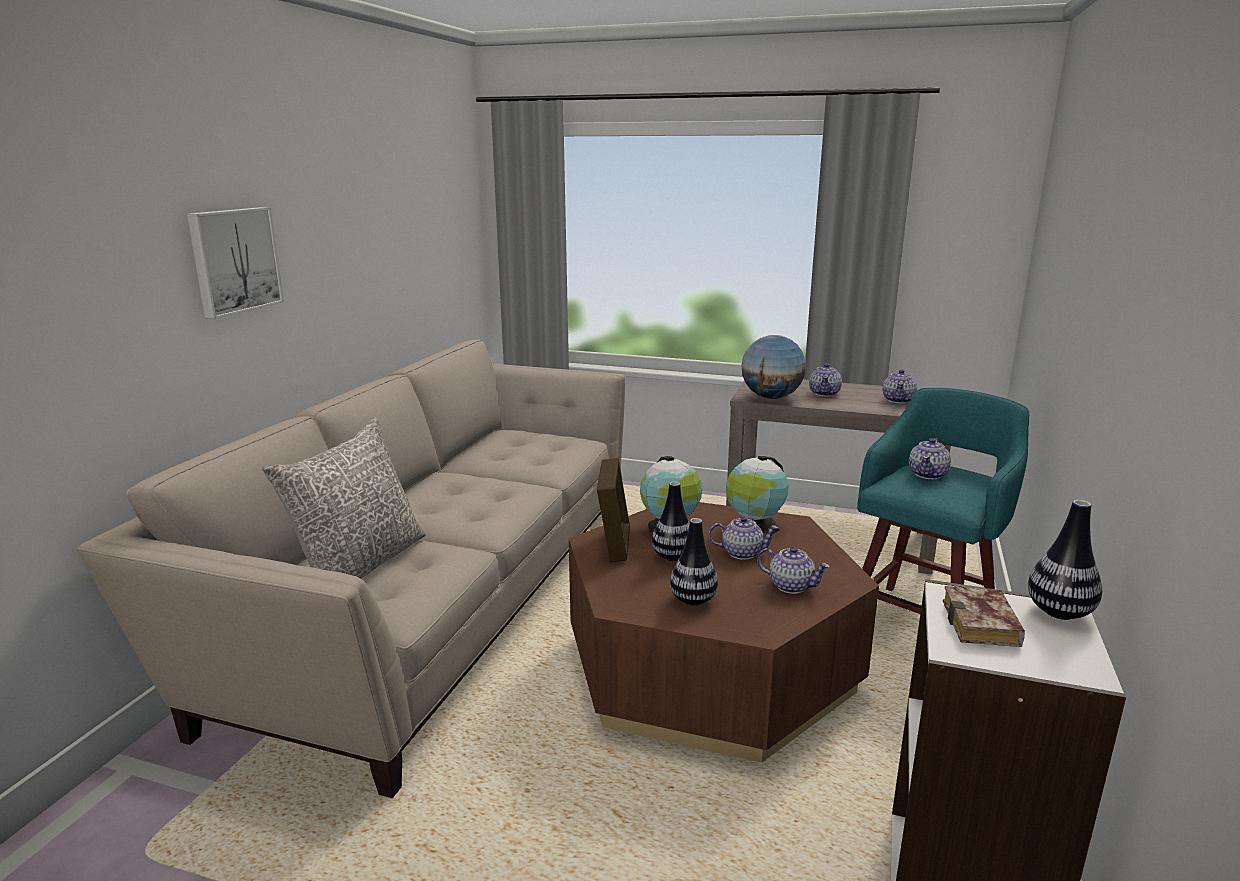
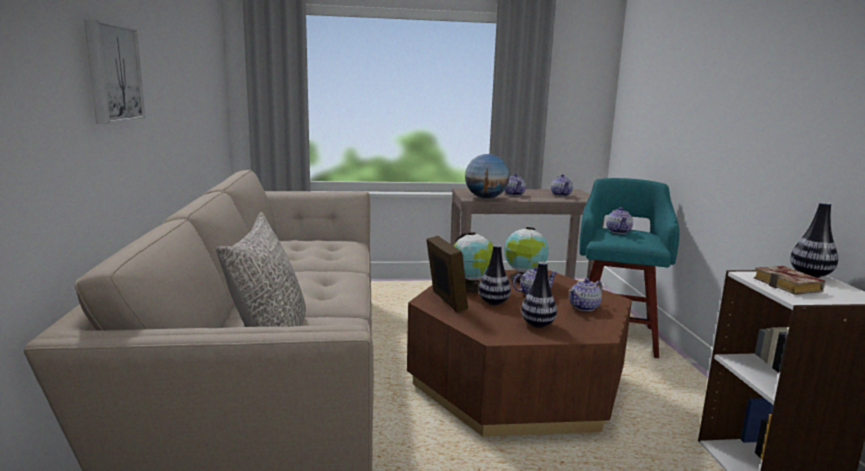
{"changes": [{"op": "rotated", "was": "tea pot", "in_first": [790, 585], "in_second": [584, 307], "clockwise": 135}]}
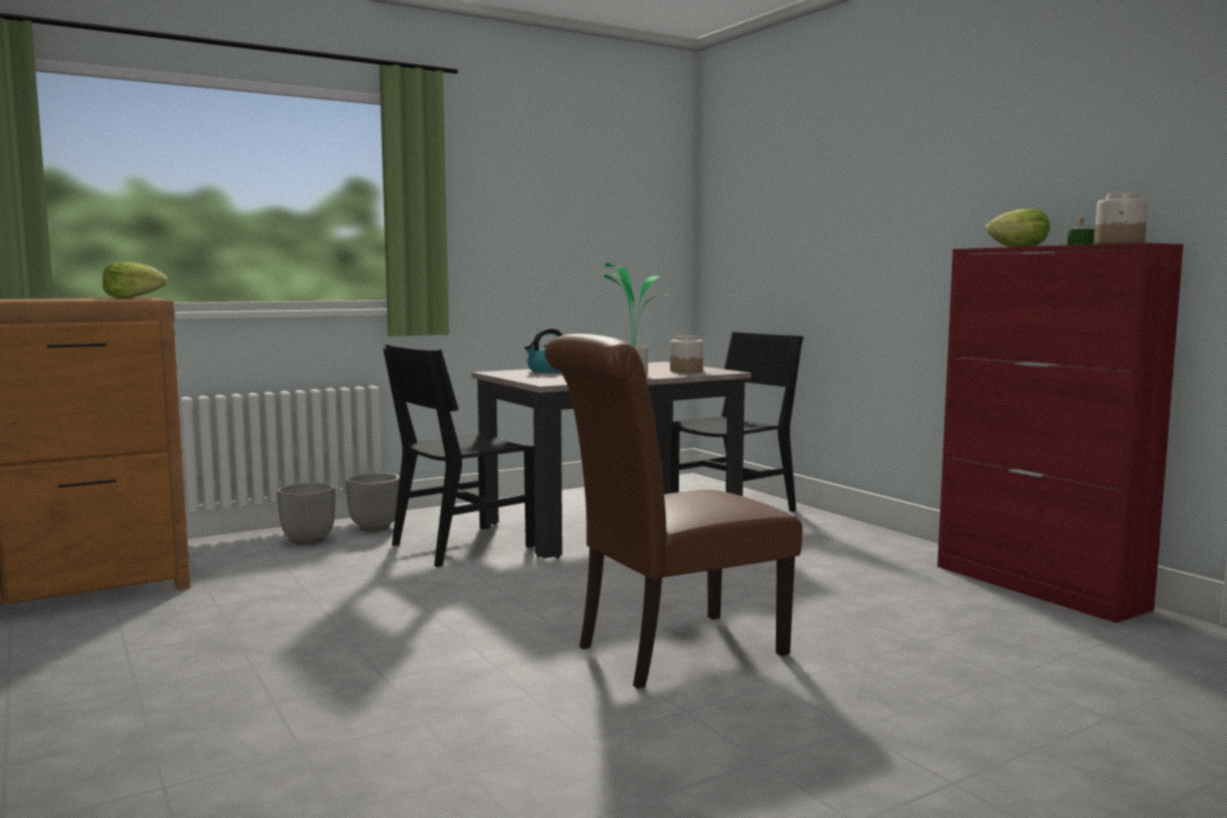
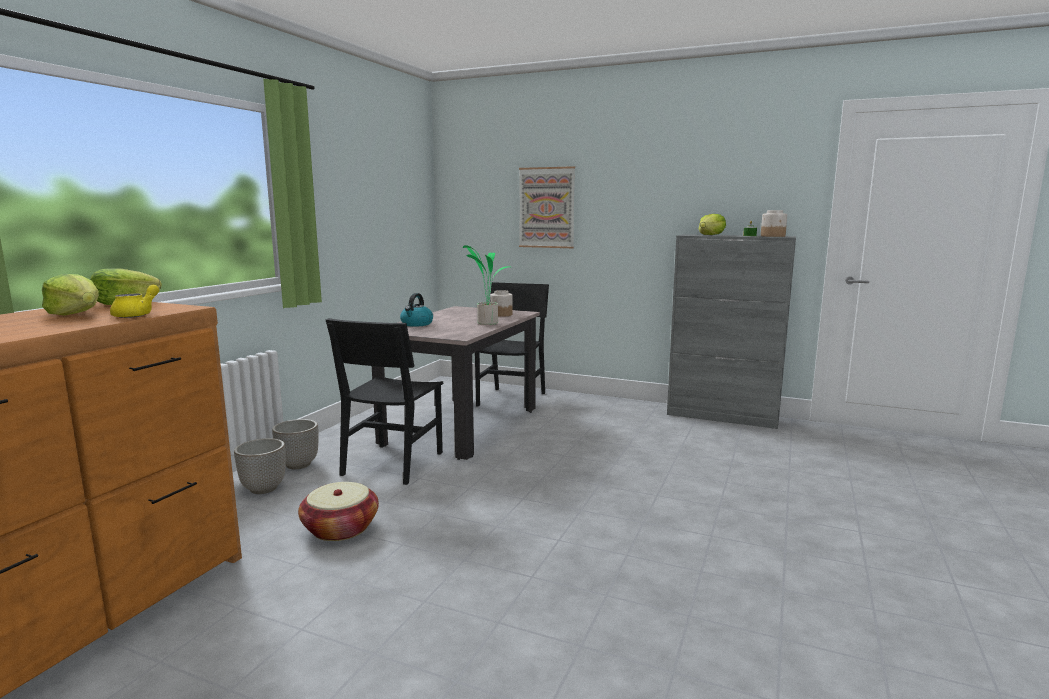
{"changes": [{"op": "new", "now": "lettuce", "in_second": [76, 314]}, {"op": "new", "now": "yellowish tea pot", "in_second": [137, 315]}, {"op": "new", "now": "household basket", "in_second": [340, 528]}, {"op": "new", "now": "wall art", "in_second": [546, 208]}, {"op": "repainted", "was": "red storage cabinet", "now": "grey storage cabinet", "in_first": [1038, 587], "in_second": [723, 416]}, {"op": "gone", "was": "brownish plain chair", "in_first": [669, 652]}]}
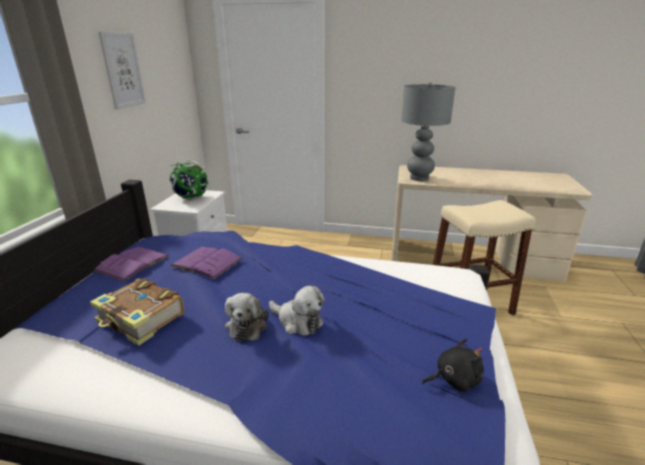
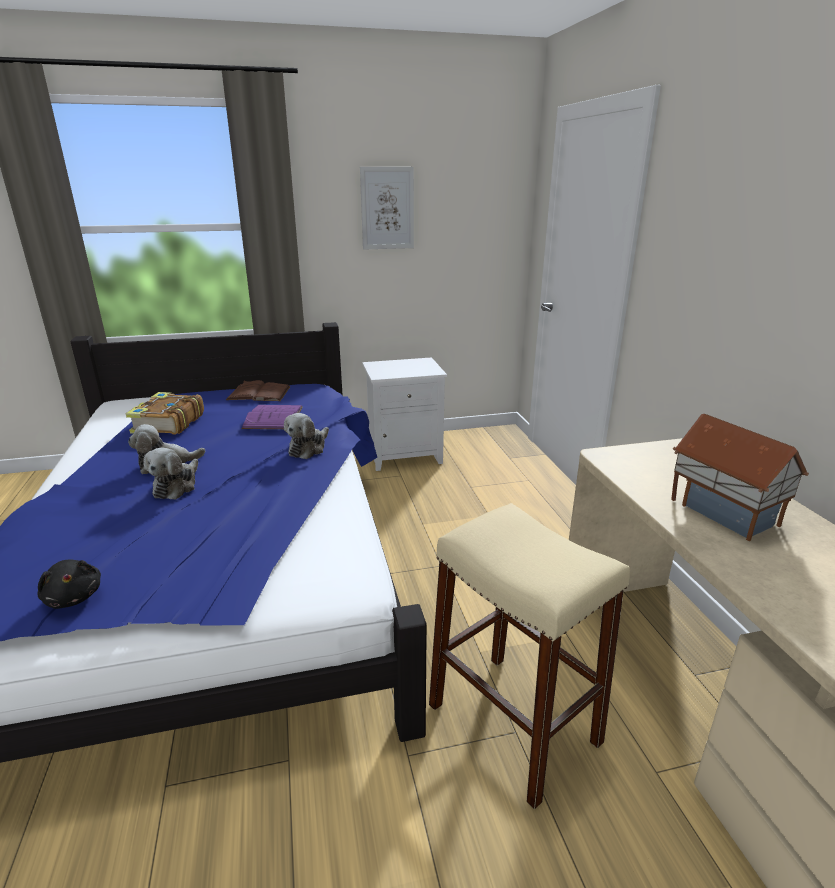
{"changes": [{"op": "repainted", "was": "purple bound book", "now": "brownish bound book", "in_first": [132, 263], "in_second": [259, 393]}, {"op": "new", "now": "soft toy", "in_second": [308, 448]}, {"op": "new", "now": "model house", "in_second": [725, 510]}, {"op": "gone", "was": "world globe", "in_first": [191, 198]}, {"op": "gone", "was": "grey table lamp", "in_first": [419, 178]}]}
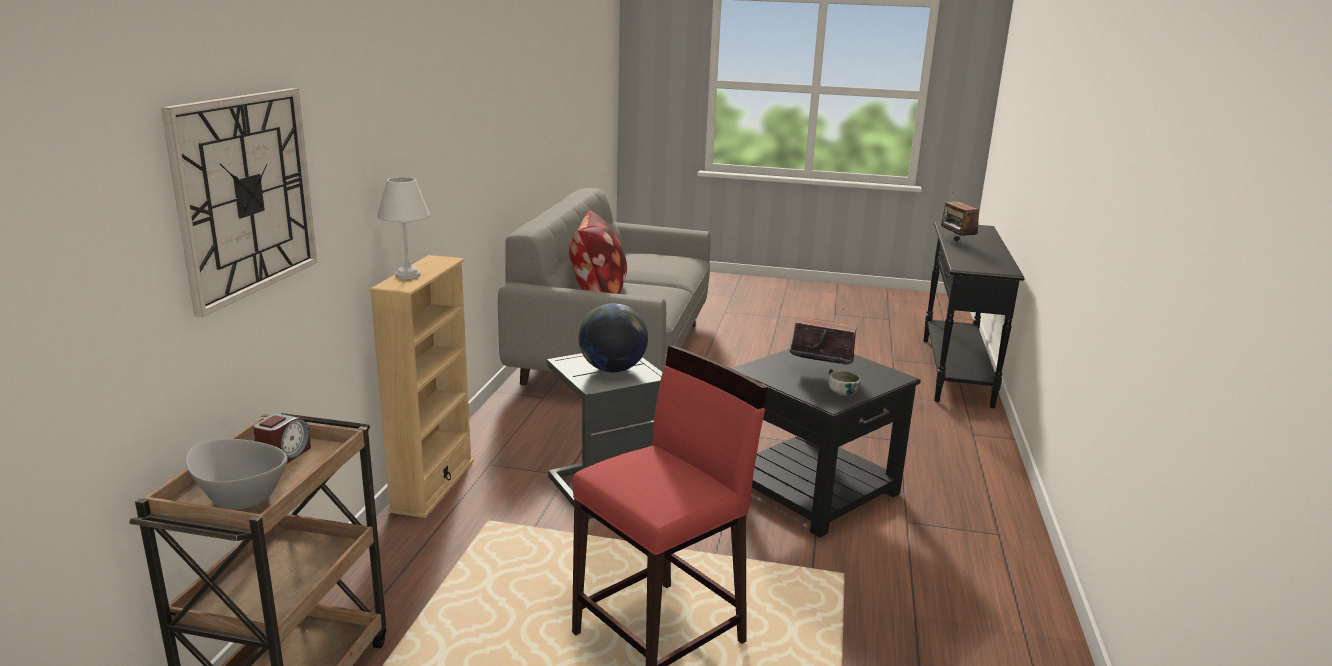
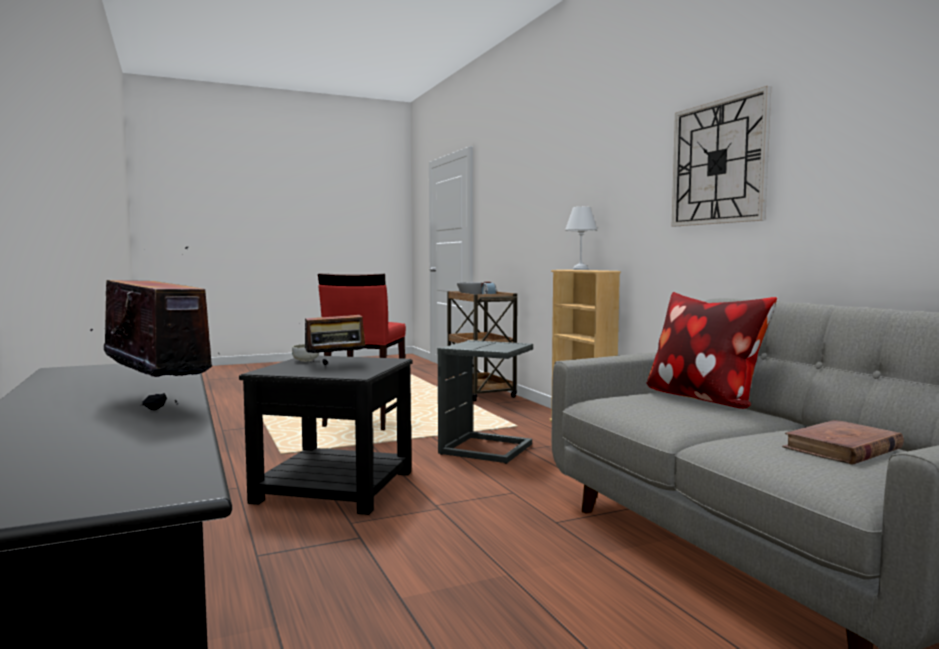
{"changes": [{"op": "shifted", "was": "wall clock", "in_first": [245, 195], "in_second": [718, 162]}, {"op": "new", "now": "brownish bound book", "in_second": [842, 448]}, {"op": "gone", "was": "world globe", "in_first": [612, 369]}]}
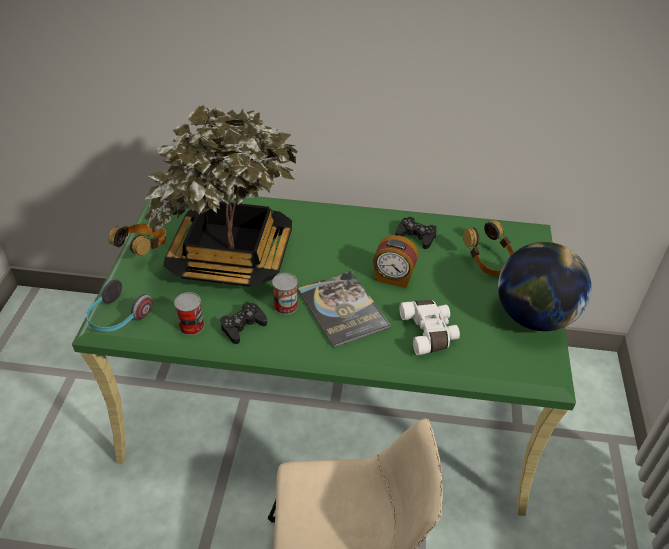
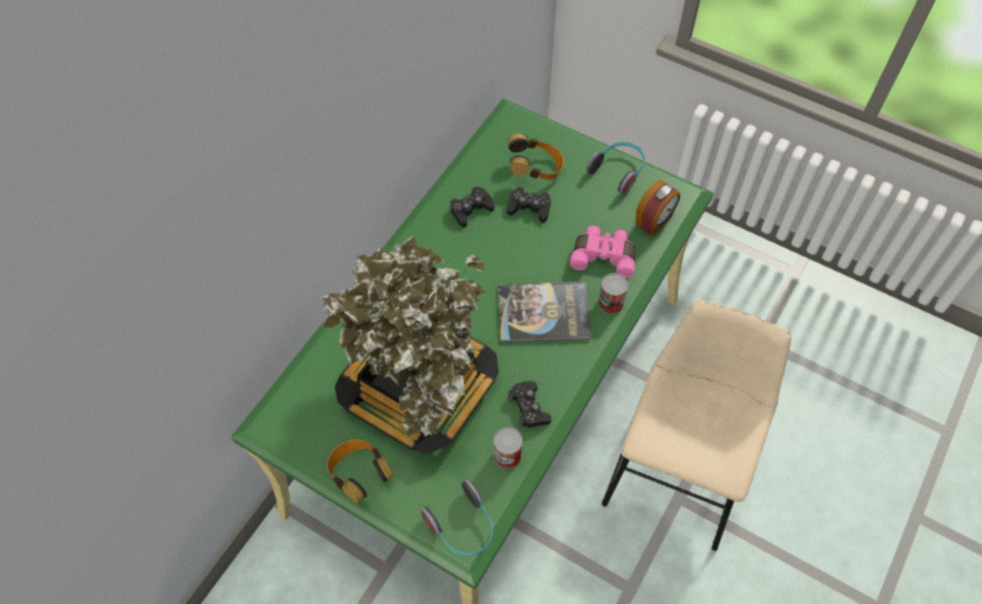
{"changes": [{"op": "new", "now": "black game controller", "in_second": [529, 208]}, {"op": "repainted", "was": "white-coloured field glasses", "now": "pink field glasses", "in_first": [429, 332], "in_second": [603, 255]}, {"op": "swapped", "was": "world globe", "now": "headset", "in_first": [533, 317], "in_second": [618, 171]}, {"op": "shifted", "was": "metal can", "in_first": [285, 305], "in_second": [610, 303]}, {"op": "shifted", "was": "alarm clock", "in_first": [393, 278], "in_second": [654, 221]}]}
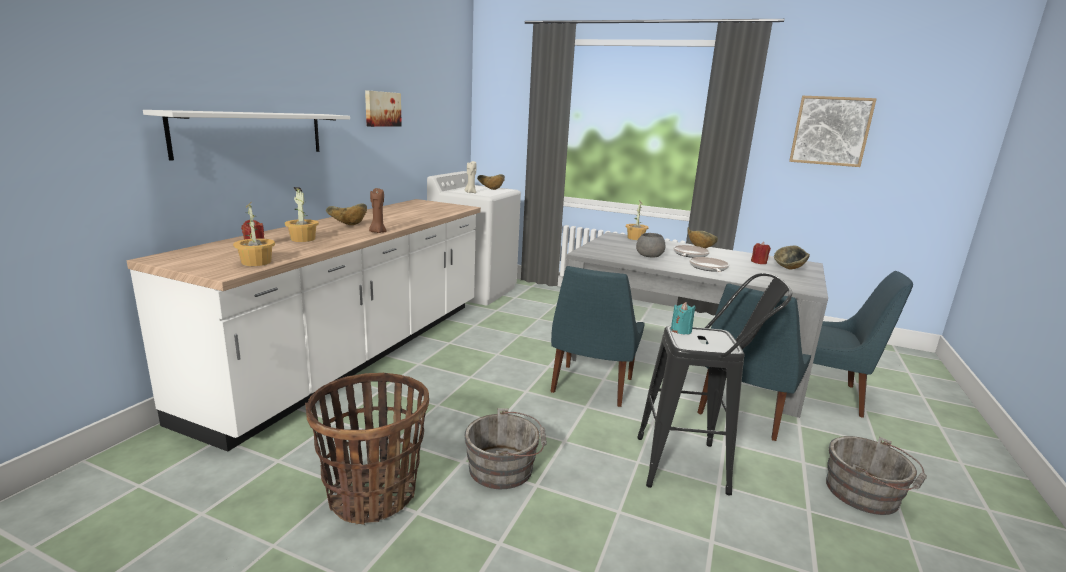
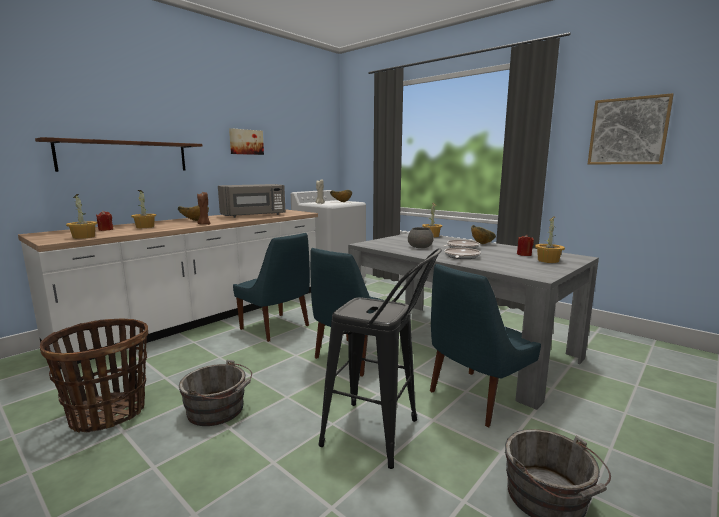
{"changes": [{"op": "repainted", "was": "white-coloured wall shelf", "now": "brownish wall shelf", "in_first": [252, 134], "in_second": [125, 156]}, {"op": "new", "now": "grey kitchen microwave", "in_second": [254, 215]}, {"op": "shifted", "was": "blue plain chair", "in_first": [827, 395], "in_second": [276, 328]}, {"op": "swapped", "was": "bowl", "now": "potted plant", "in_first": [789, 269], "in_second": [548, 260]}, {"op": "gone", "was": "blue-green wax light", "in_first": [681, 330]}]}
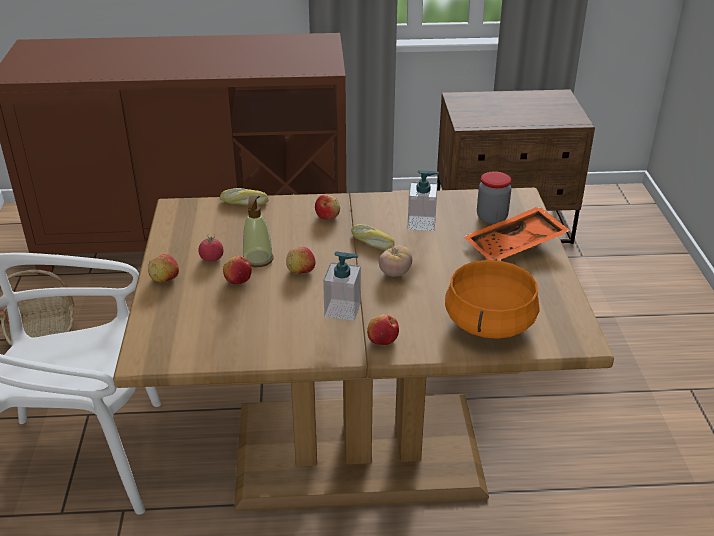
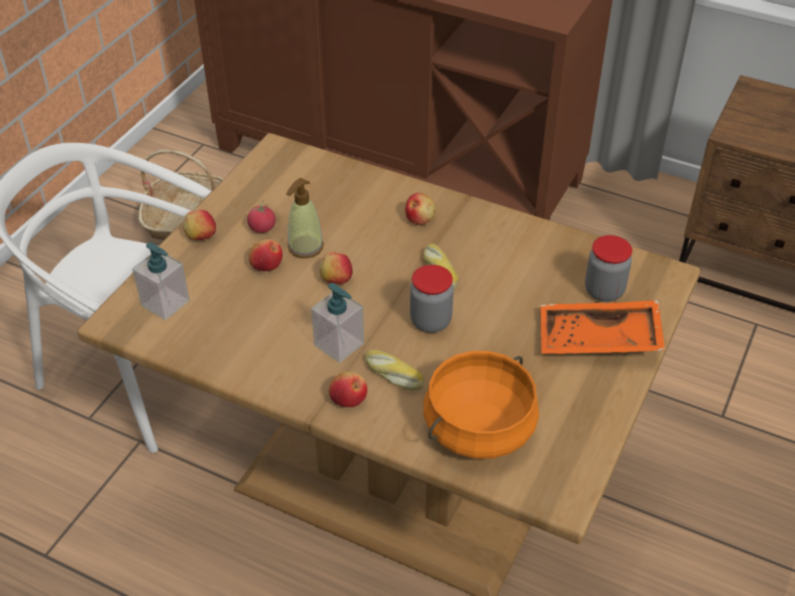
{"changes": [{"op": "shifted", "was": "soap bottle", "in_first": [421, 223], "in_second": [165, 303]}, {"op": "shifted", "was": "bread", "in_first": [244, 202], "in_second": [392, 375]}, {"op": "swapped", "was": "fresh tomato", "now": "storage jar", "in_first": [395, 273], "in_second": [430, 321]}]}
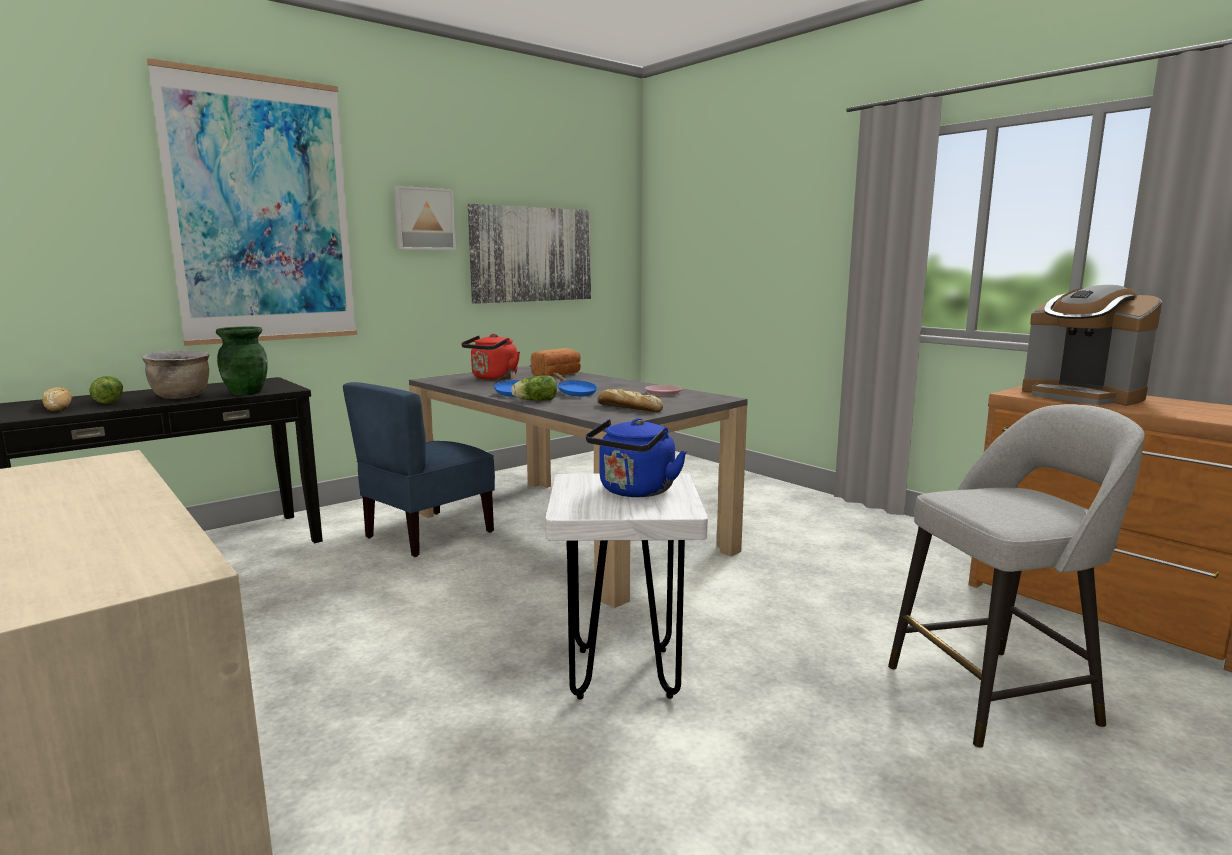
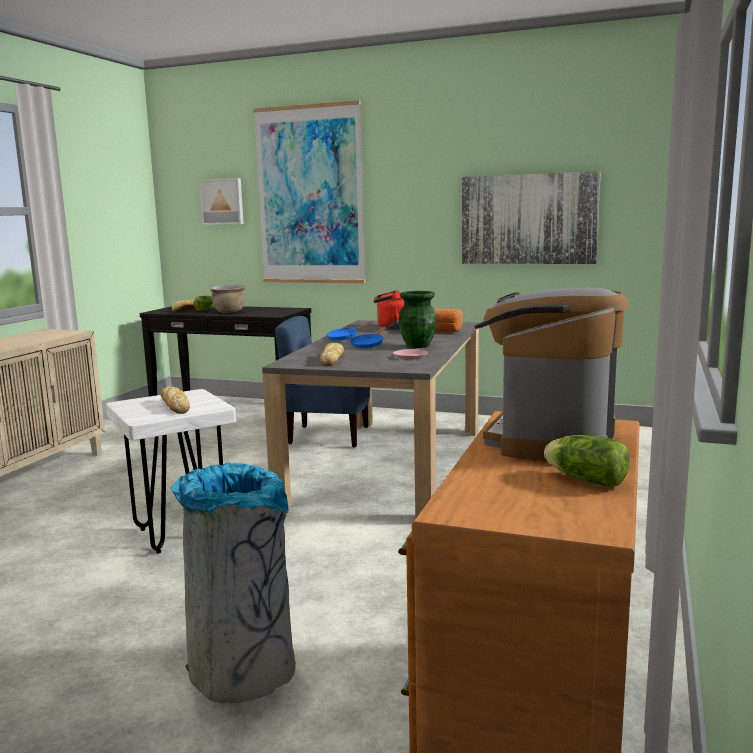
{"changes": [{"op": "swapped", "was": "blue tea kettle", "now": "bread", "in_first": [634, 491], "in_second": [175, 406]}, {"op": "swapped", "was": "grey stool", "now": "grey rubbish bin", "in_first": [996, 694], "in_second": [243, 672]}, {"op": "shifted", "was": "wall art", "in_first": [424, 219], "in_second": [222, 201]}, {"op": "shifted", "was": "greenish vase", "in_first": [246, 392], "in_second": [418, 346]}, {"op": "shifted", "was": "lettuce", "in_first": [534, 400], "in_second": [583, 479]}]}
